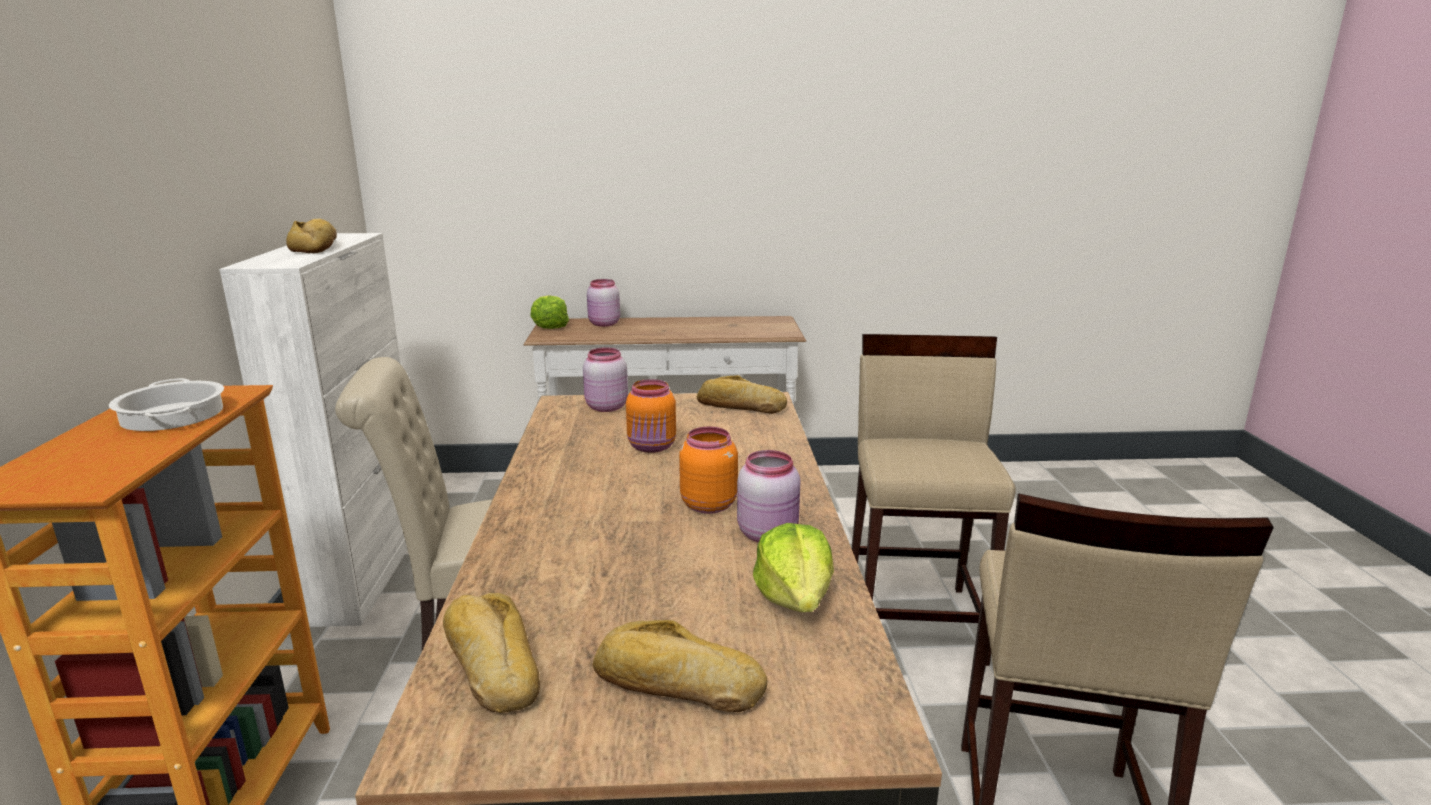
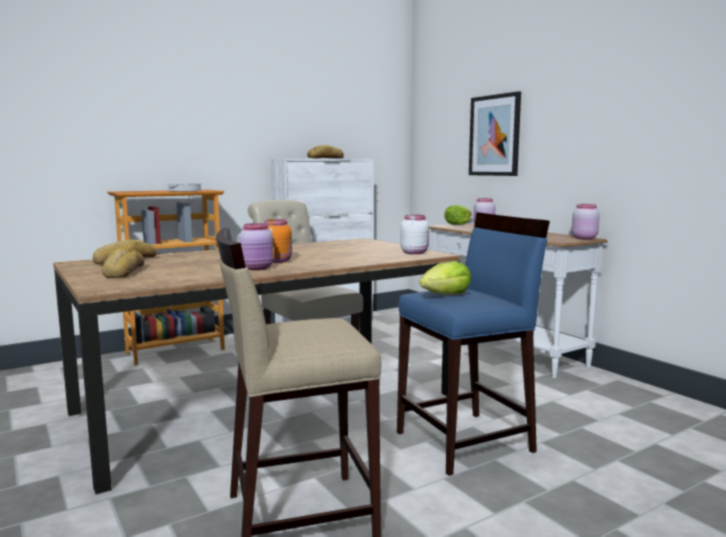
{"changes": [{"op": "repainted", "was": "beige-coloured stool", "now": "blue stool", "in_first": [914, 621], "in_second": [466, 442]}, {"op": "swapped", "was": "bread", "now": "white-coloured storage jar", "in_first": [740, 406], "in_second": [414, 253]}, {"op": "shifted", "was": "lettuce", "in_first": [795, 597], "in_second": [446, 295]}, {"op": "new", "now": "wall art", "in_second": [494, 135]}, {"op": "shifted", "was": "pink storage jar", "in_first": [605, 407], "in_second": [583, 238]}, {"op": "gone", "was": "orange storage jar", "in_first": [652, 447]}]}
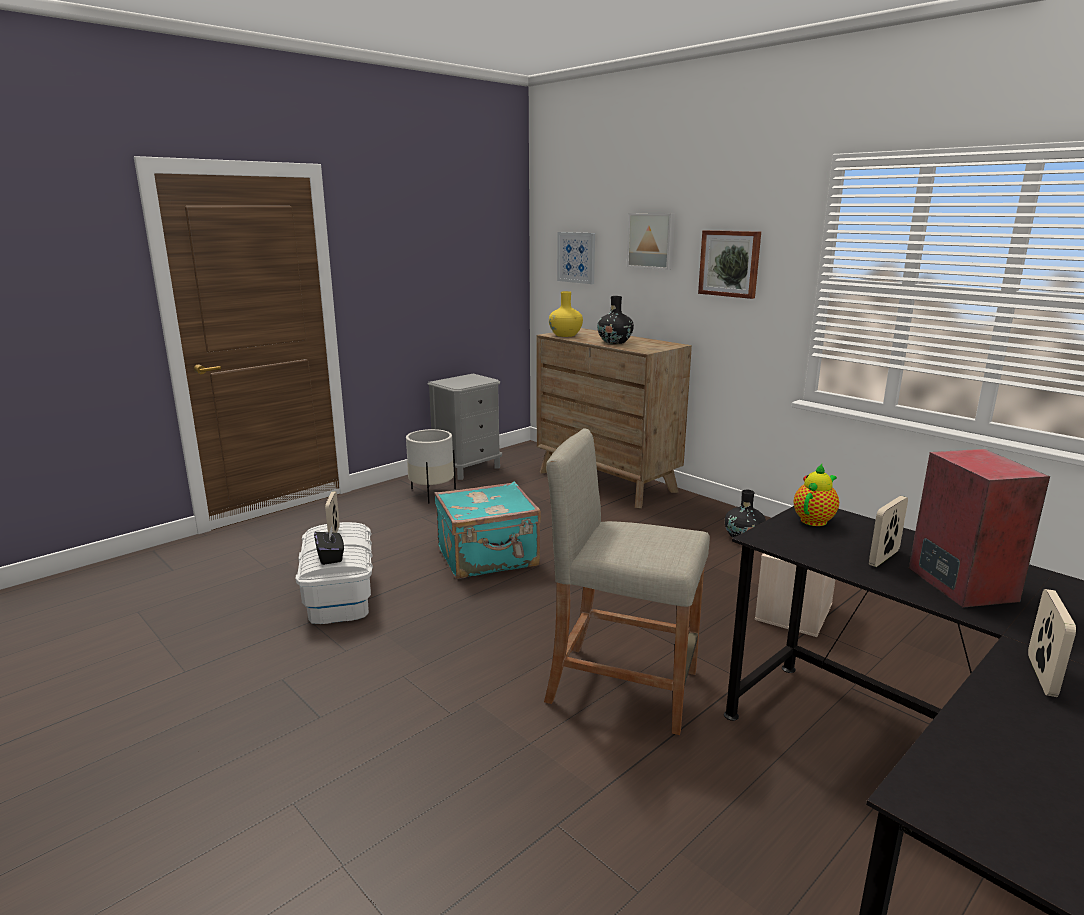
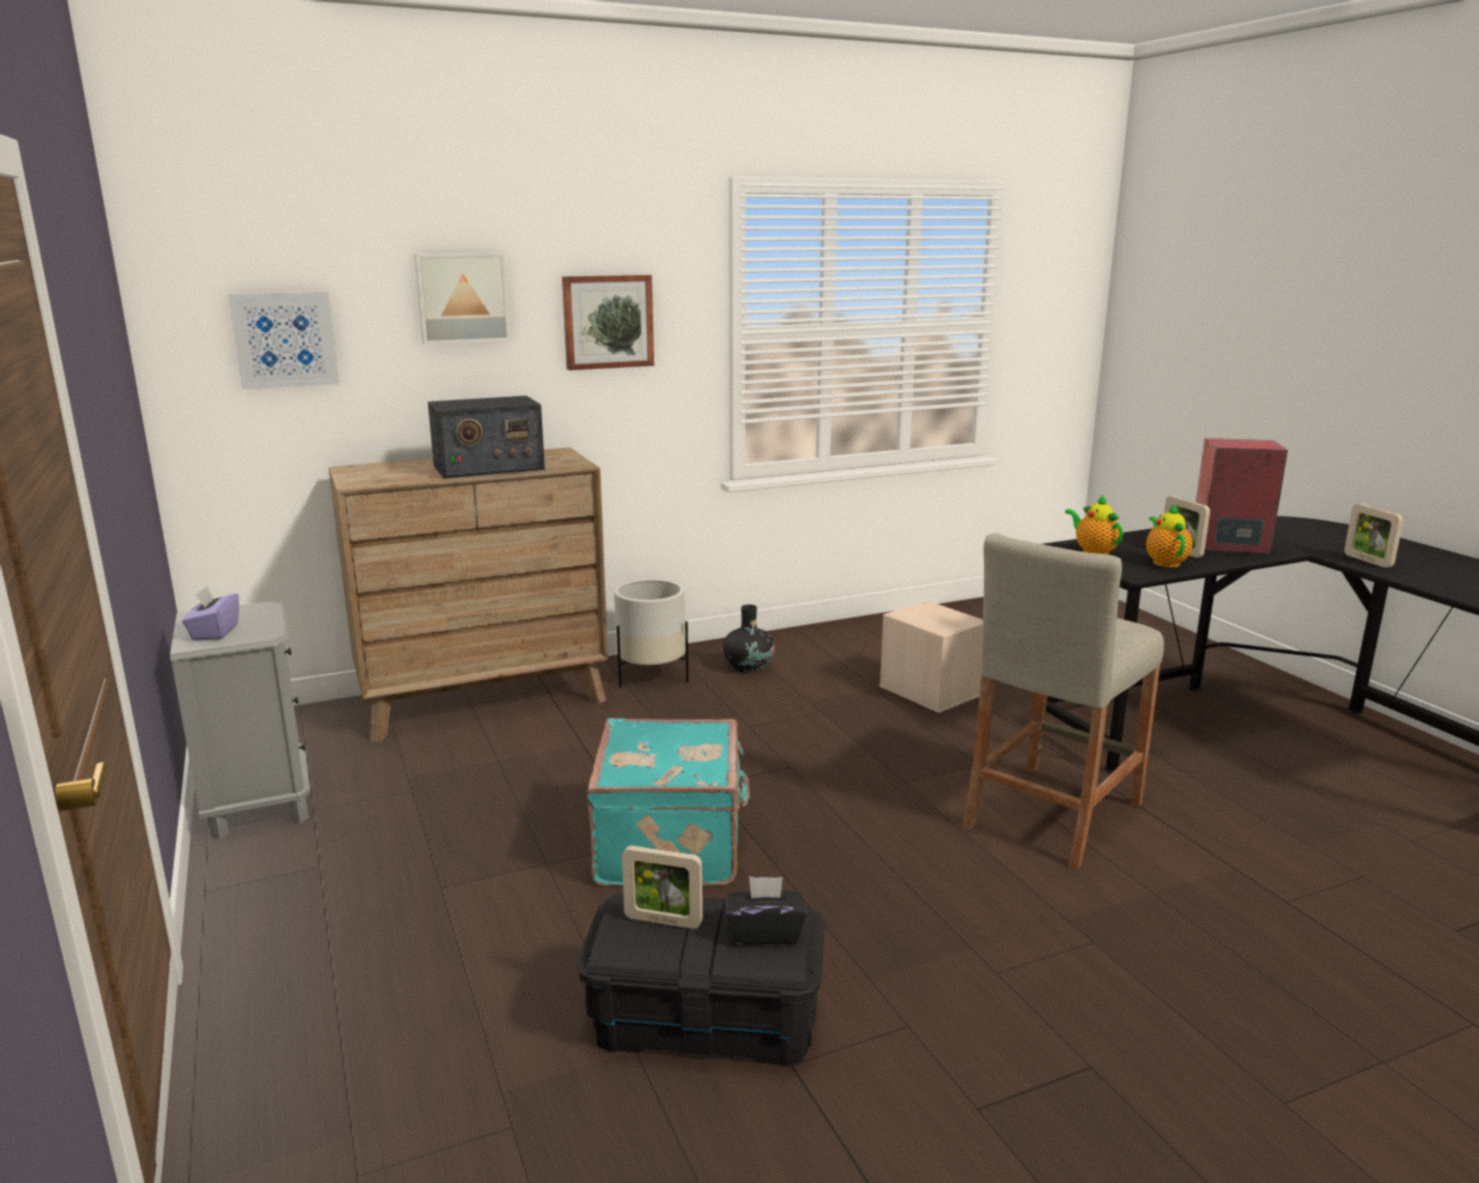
{"changes": [{"op": "new", "now": "purple tissue box", "in_second": [214, 632]}, {"op": "swapped", "was": "black vase", "now": "radio receiver", "in_first": [615, 342], "in_second": [488, 467]}, {"op": "repainted", "was": "white-coloured storage box", "now": "black storage box", "in_first": [340, 594], "in_second": [705, 1019]}, {"op": "shifted", "was": "white-coloured flower pot", "in_first": [432, 493], "in_second": [651, 677]}, {"op": "new", "now": "tea pot", "in_second": [1164, 562]}, {"op": "rotated", "was": "standing frame", "in_first": [1041, 675], "in_second": [1367, 561], "clockwise": -150}, {"op": "gone", "was": "yellowish vase", "in_first": [565, 335]}]}
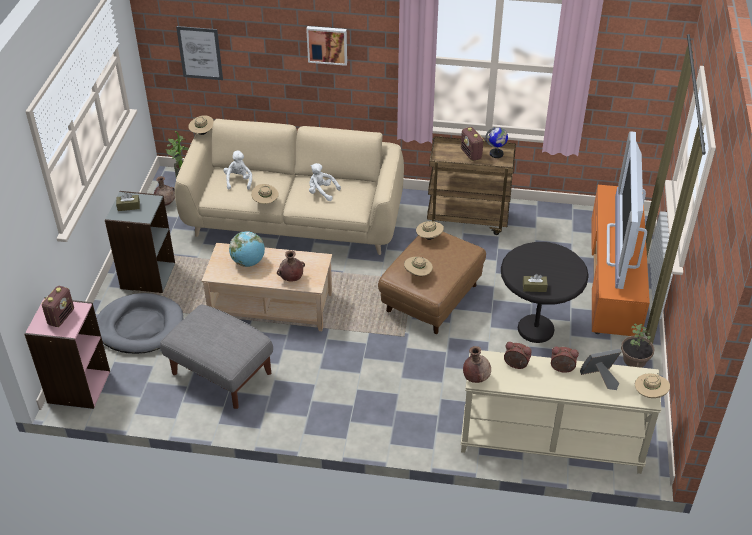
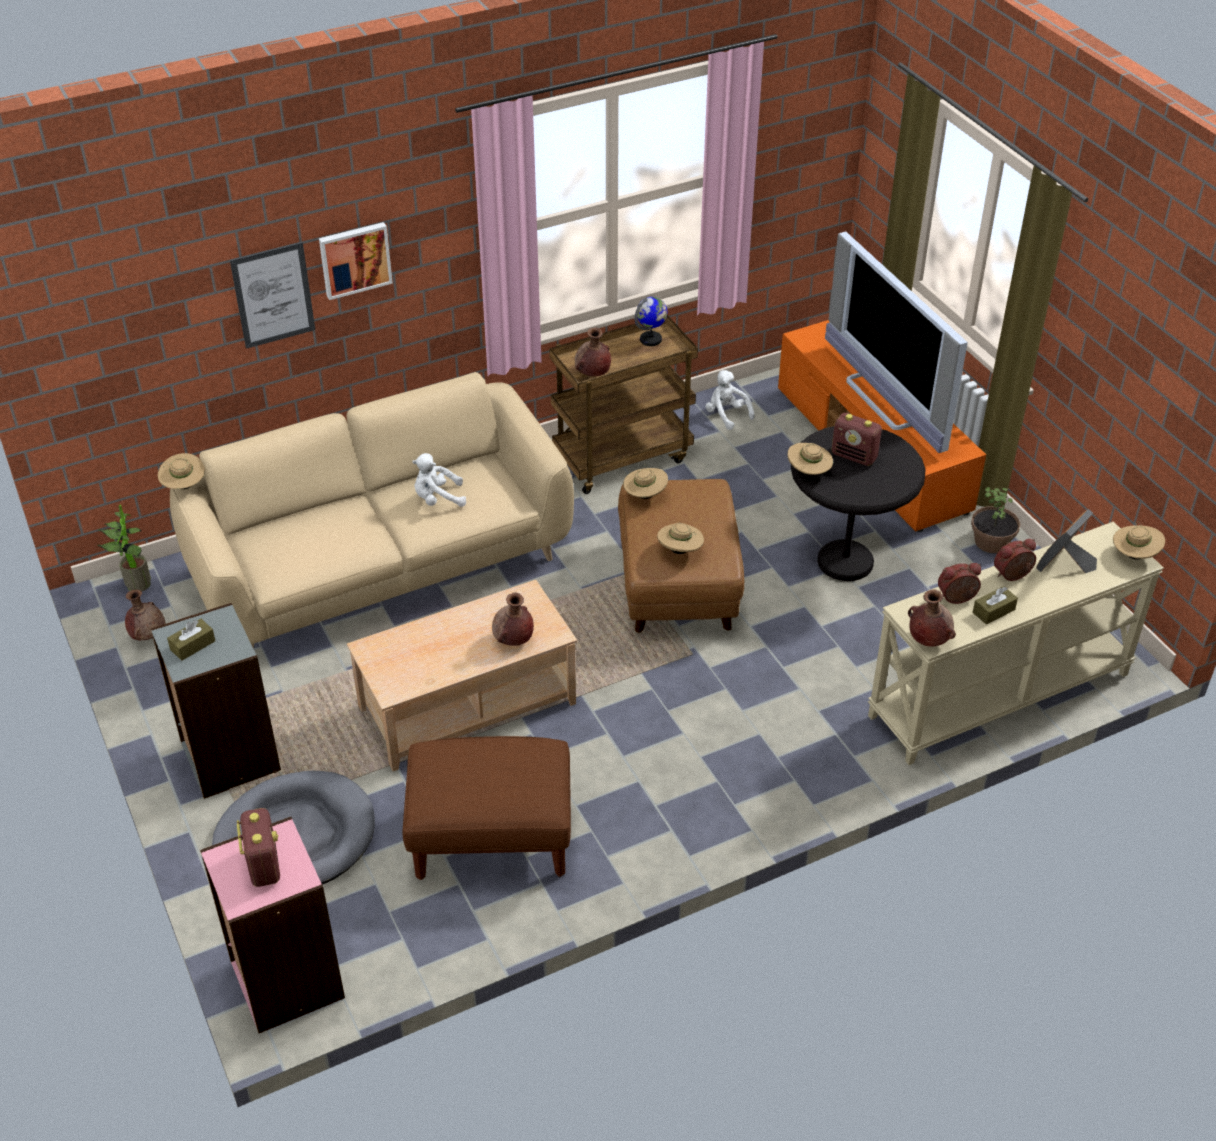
{"changes": [{"op": "shifted", "was": "wall art", "in_first": [200, 53], "in_second": [273, 295]}, {"op": "repainted", "was": "grey footrest", "now": "brownish footrest", "in_first": [221, 373], "in_second": [490, 839]}, {"op": "new", "now": "brownish vase", "in_second": [592, 374]}, {"op": "shifted", "was": "white-coloured soft toy", "in_first": [239, 181], "in_second": [726, 415]}, {"op": "shifted", "was": "beige-coloured clothing hat", "in_first": [265, 202], "in_second": [808, 472]}, {"op": "shifted", "was": "radio receiver", "in_first": [471, 154], "in_second": [854, 456]}, {"op": "shifted", "was": "brownish tissue box", "in_first": [534, 287], "in_second": [993, 611]}, {"op": "gone", "was": "world globe", "in_first": [248, 262]}]}
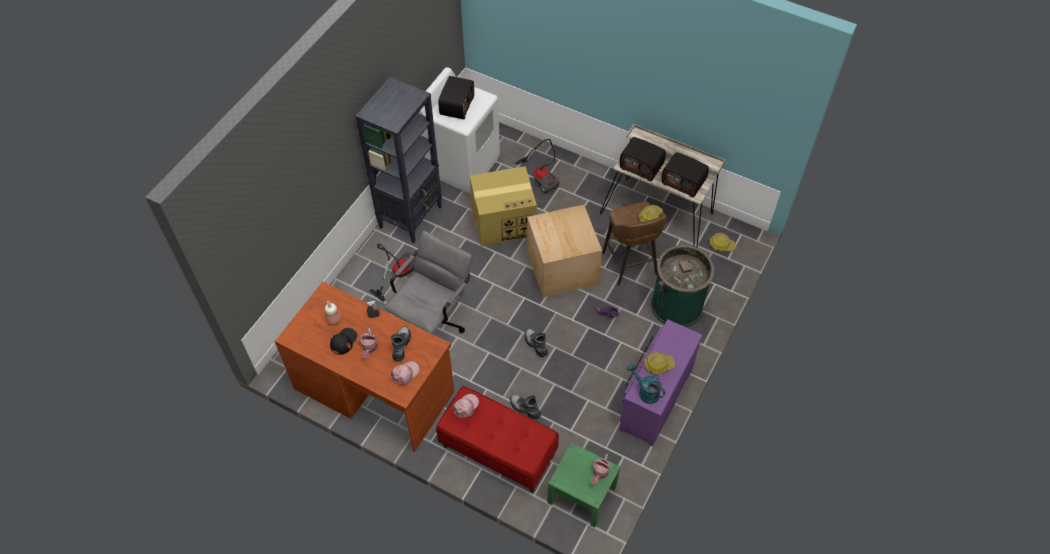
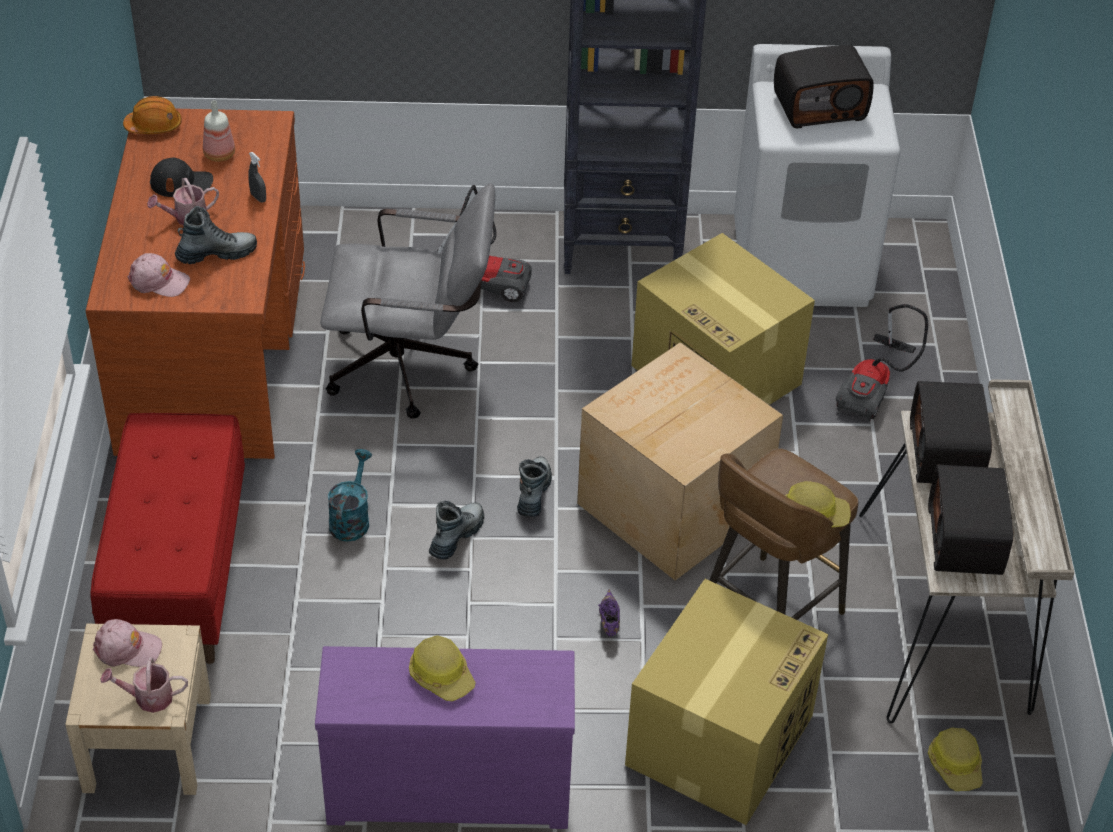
{"changes": [{"op": "repainted", "was": "greenish nightstand", "now": "beige-coloured nightstand", "in_first": [582, 494], "in_second": [147, 743]}, {"op": "shifted", "was": "pink baseball cap", "in_first": [466, 406], "in_second": [127, 649]}, {"op": "new", "now": "orange work helmet", "in_second": [154, 126]}, {"op": "shifted", "was": "blue-green sprinkling can", "in_first": [645, 392], "in_second": [351, 518]}, {"op": "shifted", "was": "high-top boot", "in_first": [525, 408], "in_second": [533, 493]}, {"op": "swapped", "was": "greenish rubbish bin", "now": "cardboard box", "in_first": [676, 305], "in_second": [720, 738]}]}
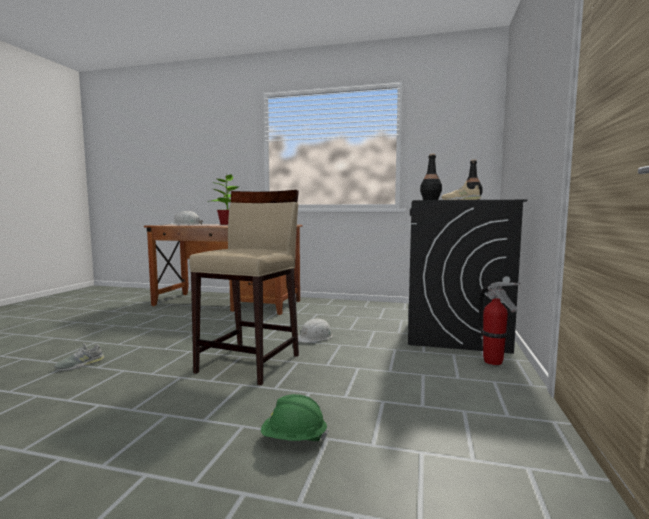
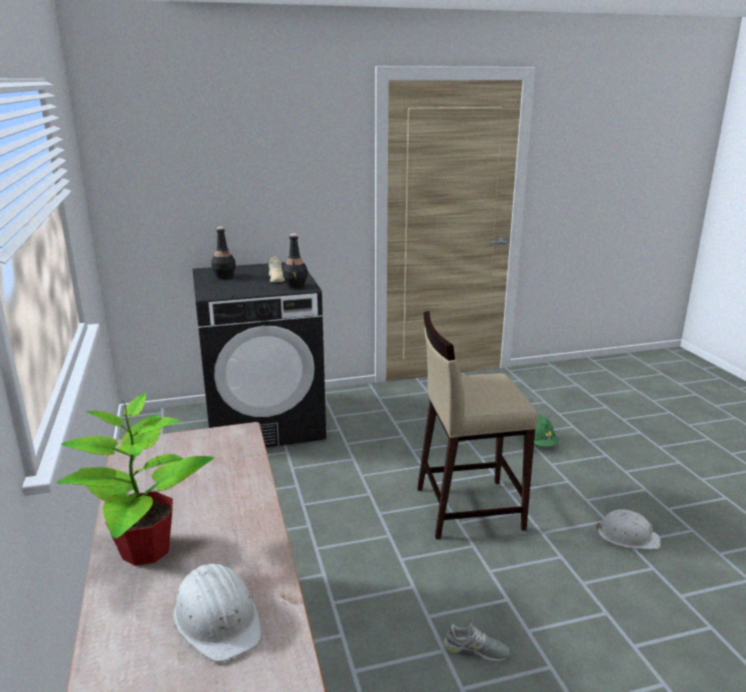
{"changes": [{"op": "shifted", "was": "grey low shoe", "in_first": [80, 364], "in_second": [475, 650]}, {"op": "shifted", "was": "white-coloured work helmet", "in_first": [314, 337], "in_second": [627, 536]}, {"op": "gone", "was": "extinguisher", "in_first": [493, 362]}]}
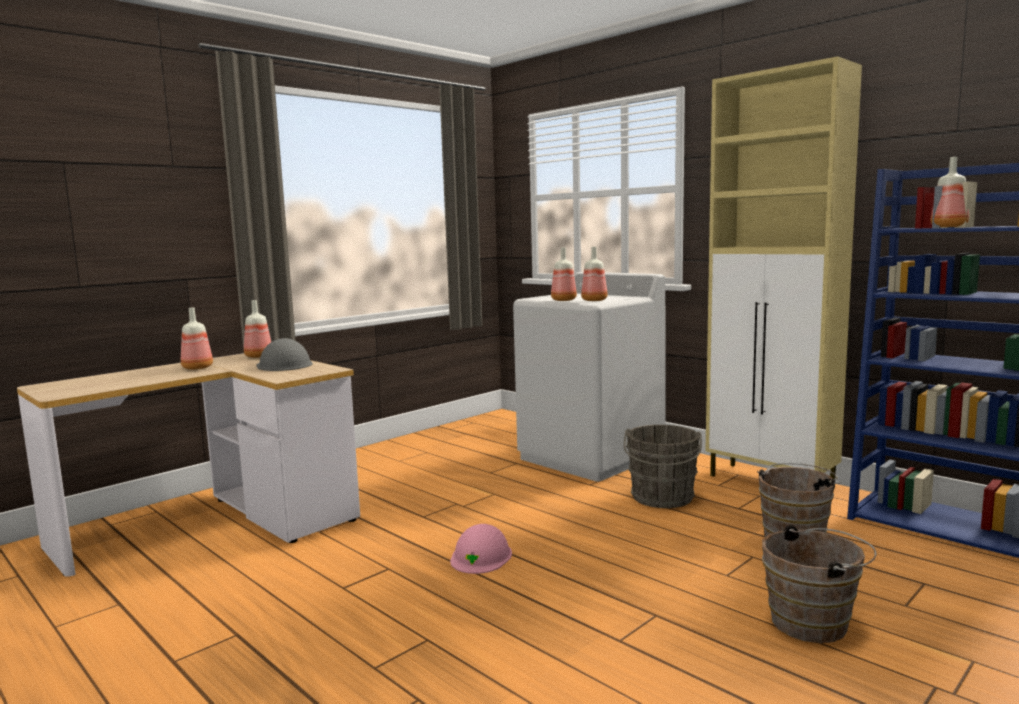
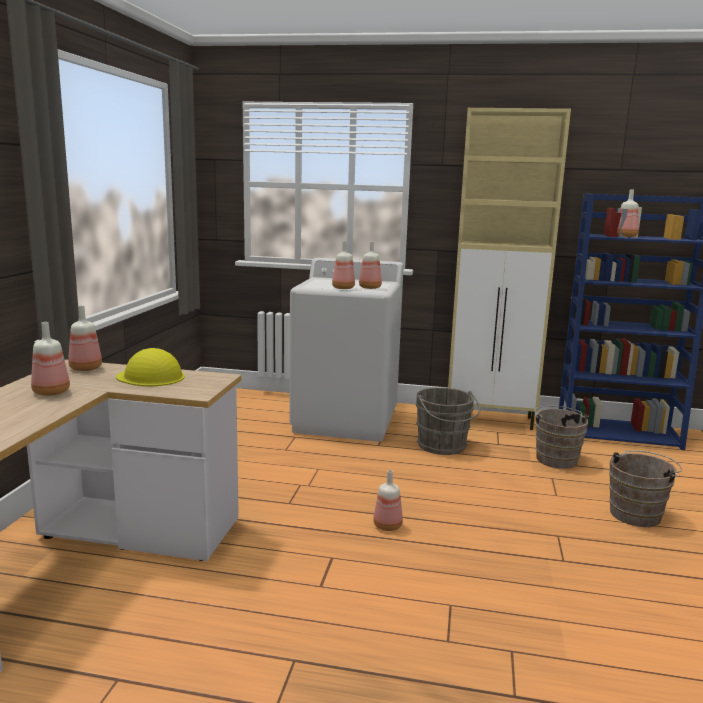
{"changes": [{"op": "repainted", "was": "grey work helmet", "now": "yellowish work helmet", "in_first": [284, 365], "in_second": [151, 377]}, {"op": "swapped", "was": "pink work helmet", "now": "drink bottle", "in_first": [481, 556], "in_second": [388, 525]}]}
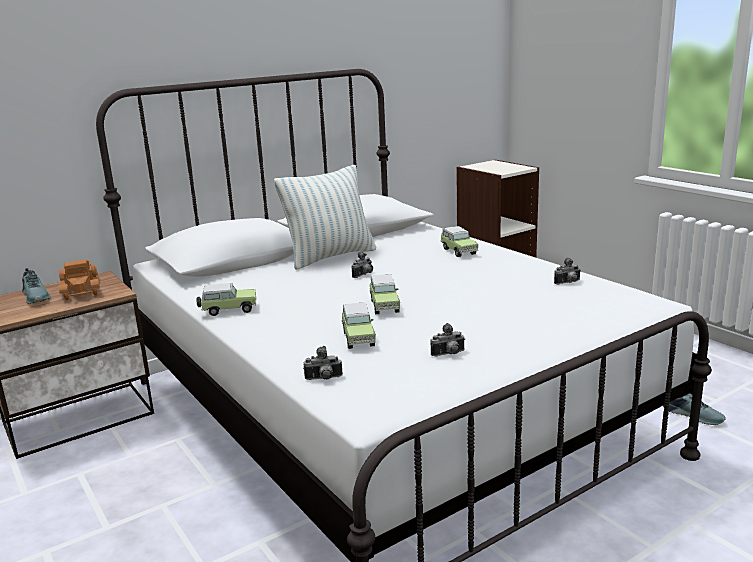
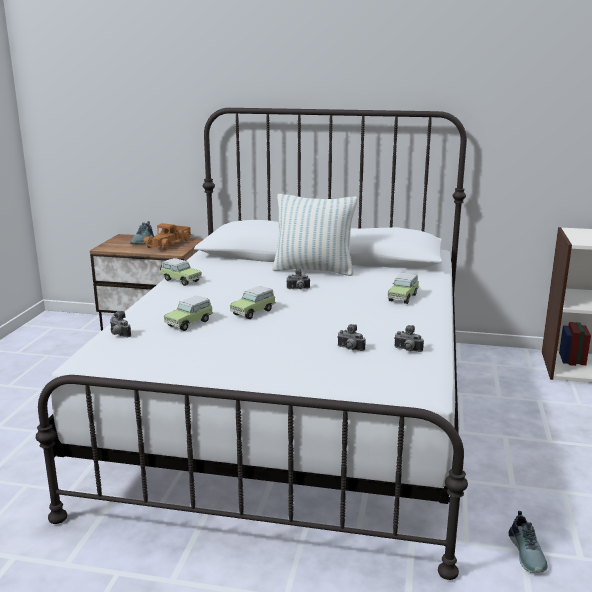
{"changes": [{"op": "shifted", "was": "photo camera", "in_first": [449, 354], "in_second": [350, 349]}]}
